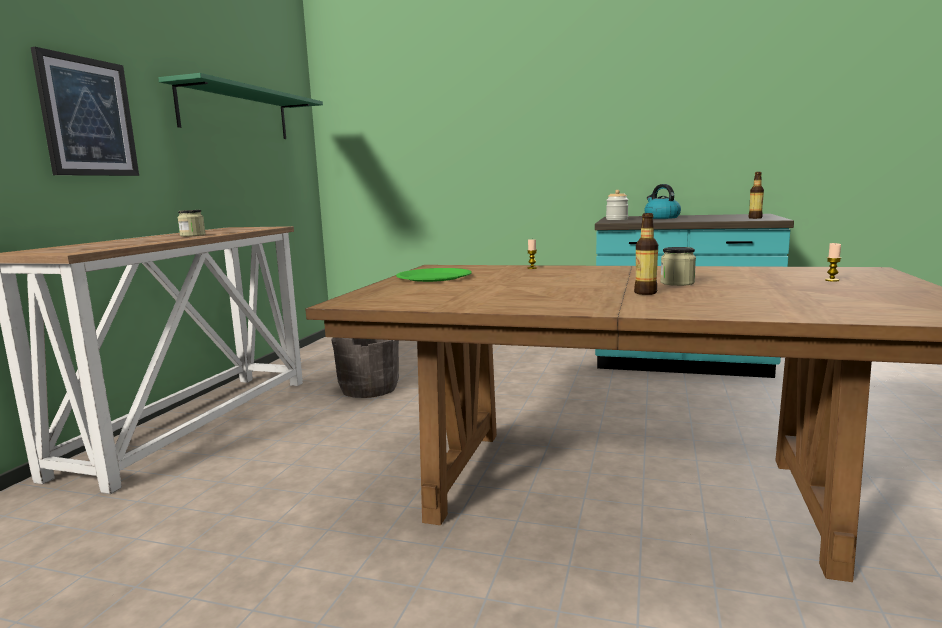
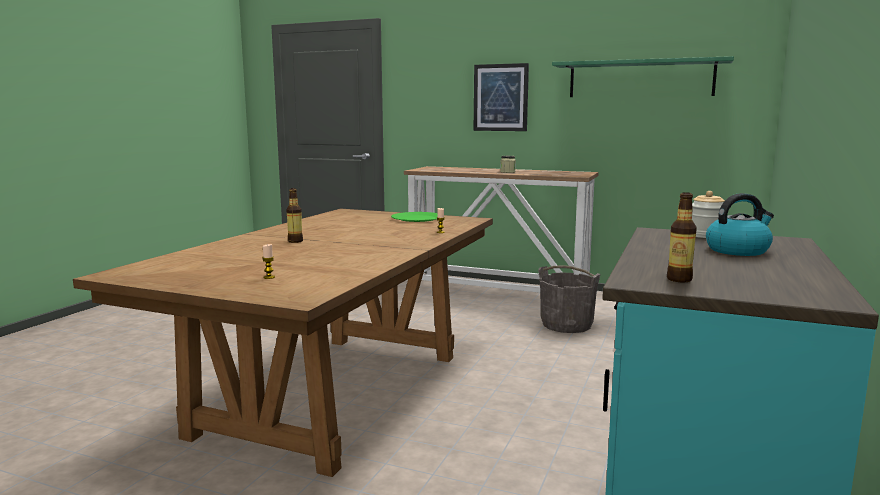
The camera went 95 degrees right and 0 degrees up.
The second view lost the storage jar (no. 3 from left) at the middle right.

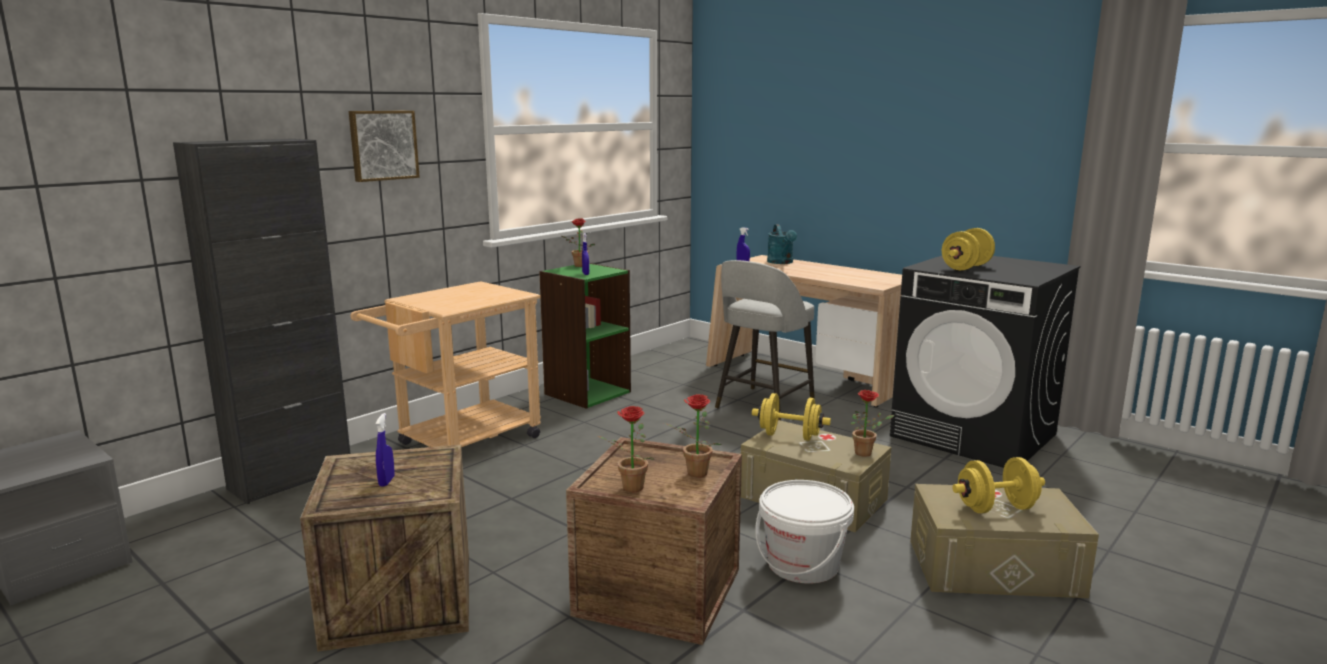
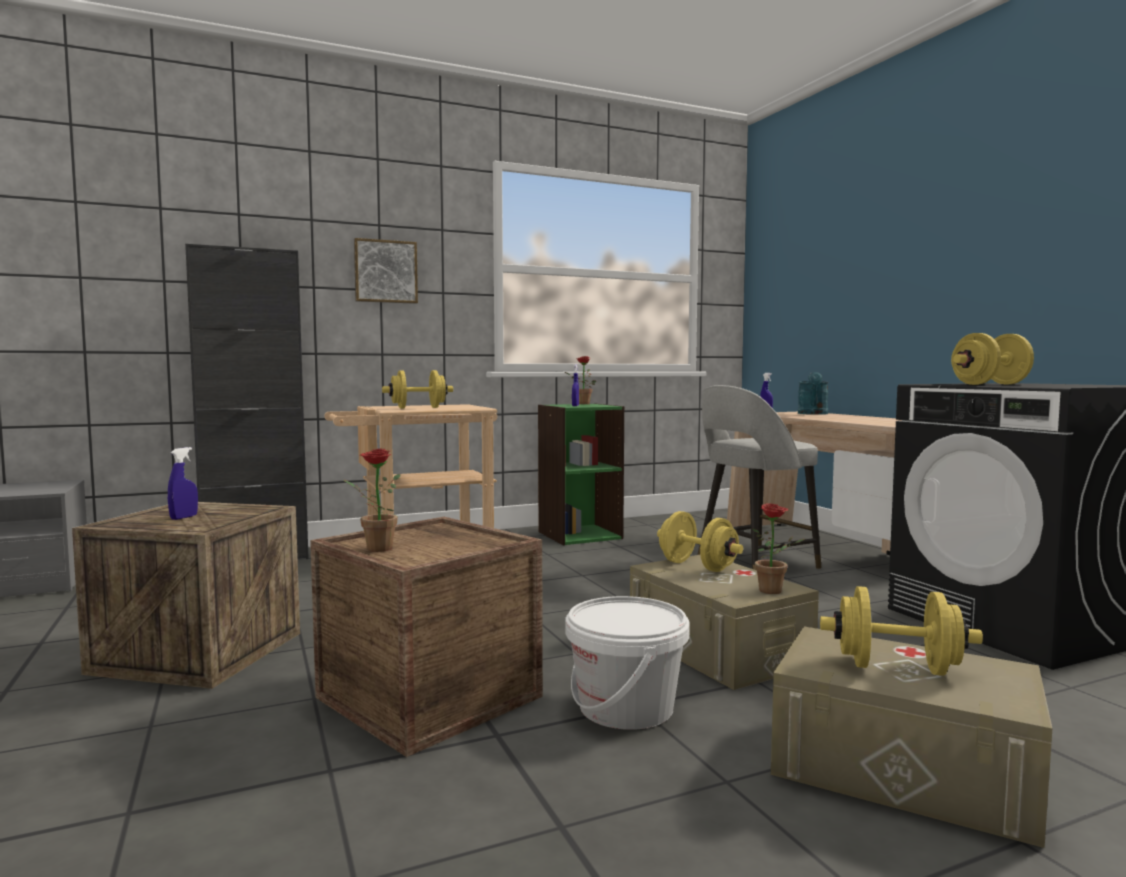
The camera went 25 degrees right and 10 degrees down.
The second view lost the houseplant (no. 3 from left) at the centre.
The second view gained the yellow dumbbell (no. 1 from left) at the centre.

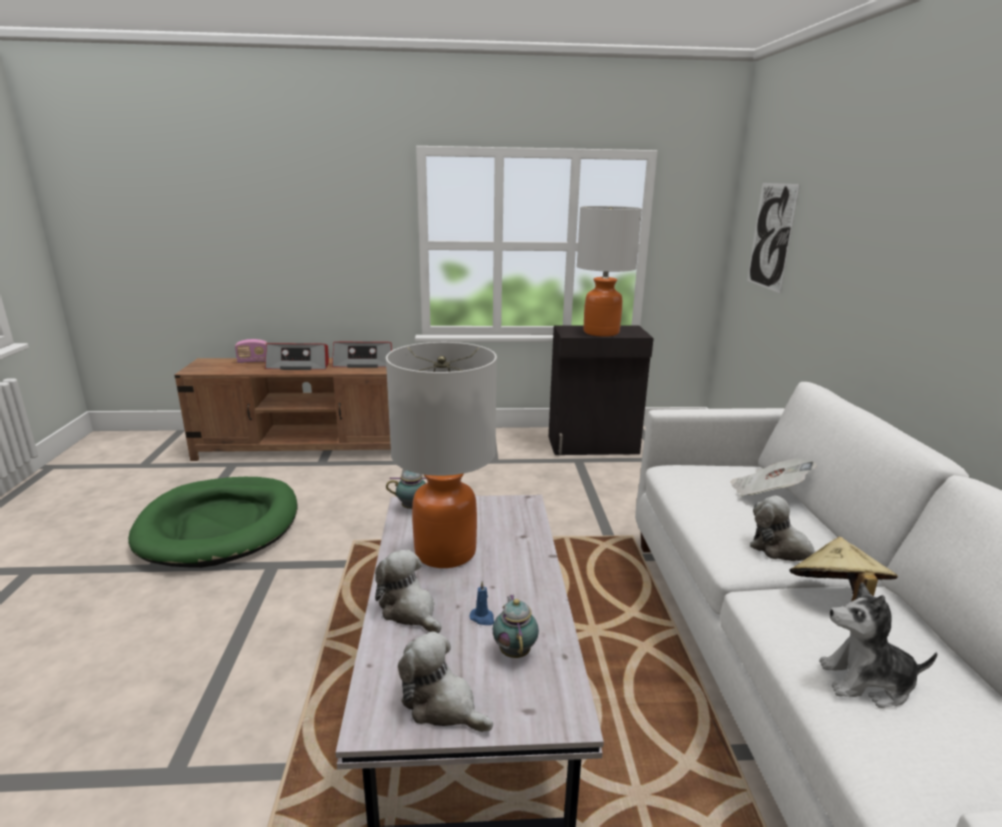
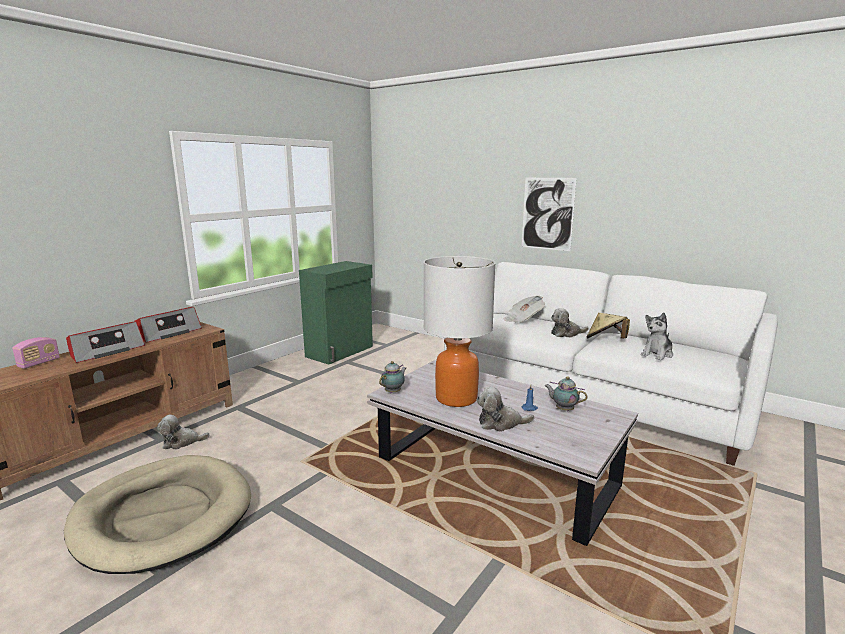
The camera went 50 degrees left and 5 degrees down.
The wall picture ended up elsewhere, having gone from the top right to the centre.
The second view lost the lamp for a table (no. 2 from left) at the top centre.
What was the blackish cupboard at the centre turned into the greenish cupboard at the centre.
What was the greenish dog cushion at the middle left turned into the beige dog cushion at the bottom left.
The plush toy (no. 2 from left in the first image) ended up elsewhere, having gone from the bottom centre to the bottom left.

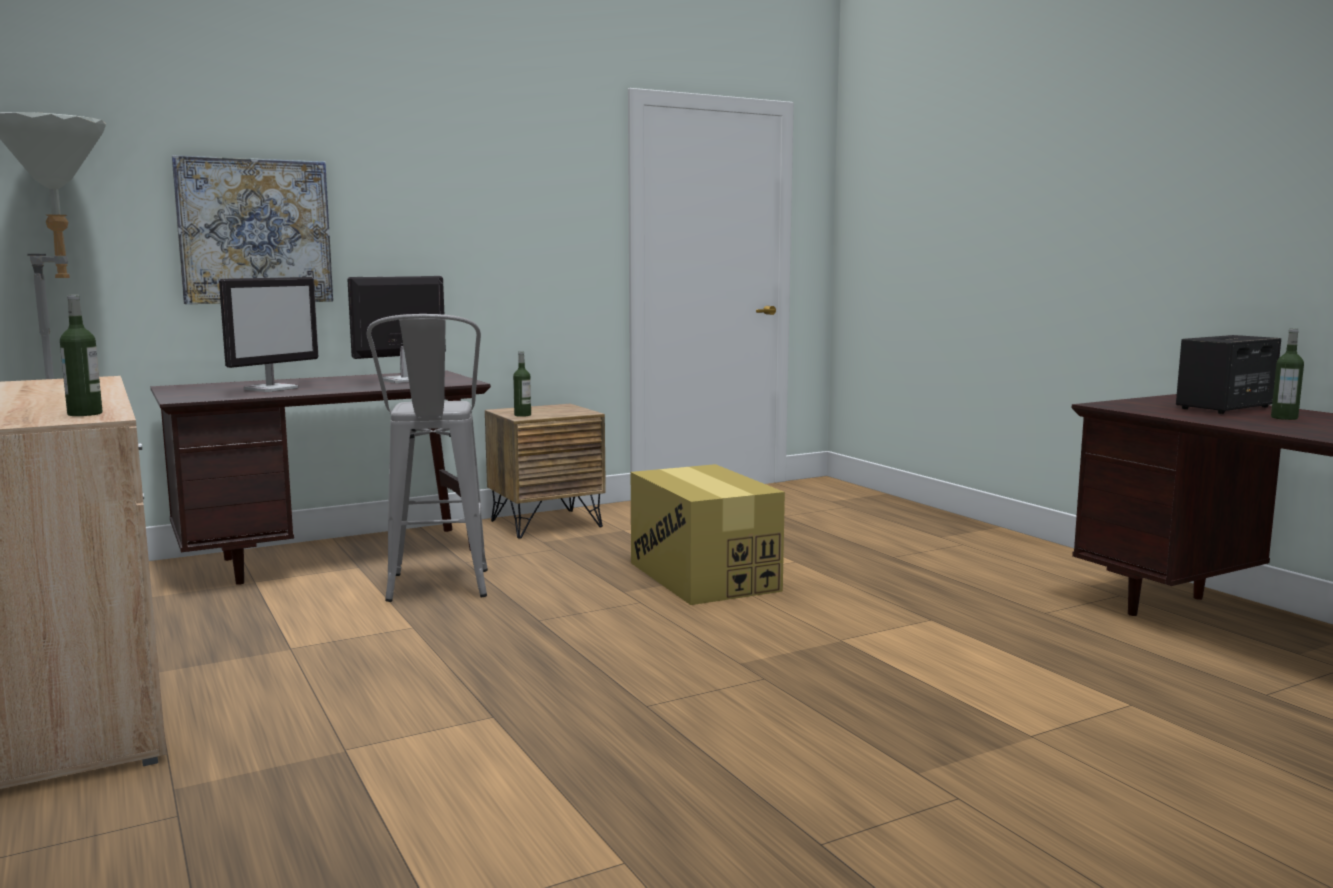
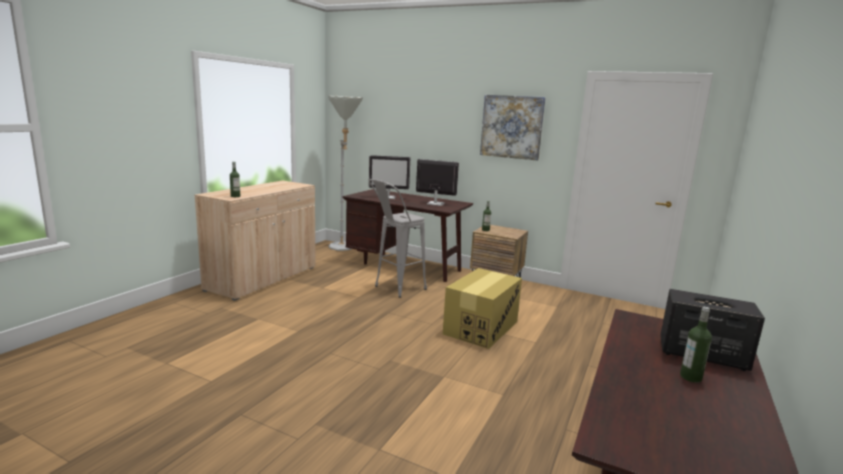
The camera went 55 degrees right and 5 degrees up.
The wall picture ended up elsewhere, having gone from the top left to the top centre.

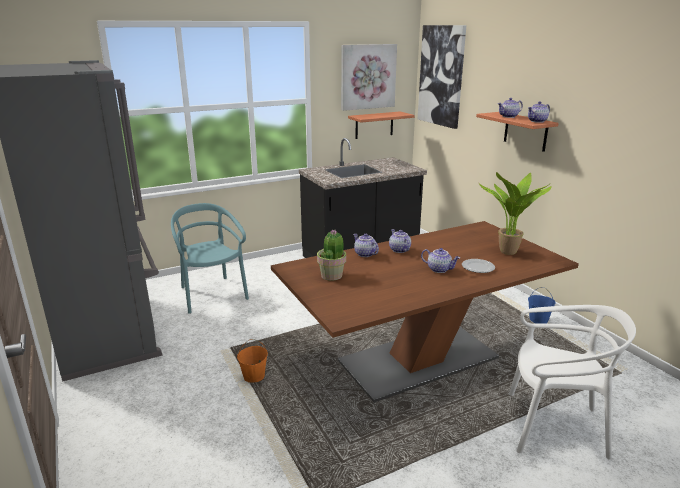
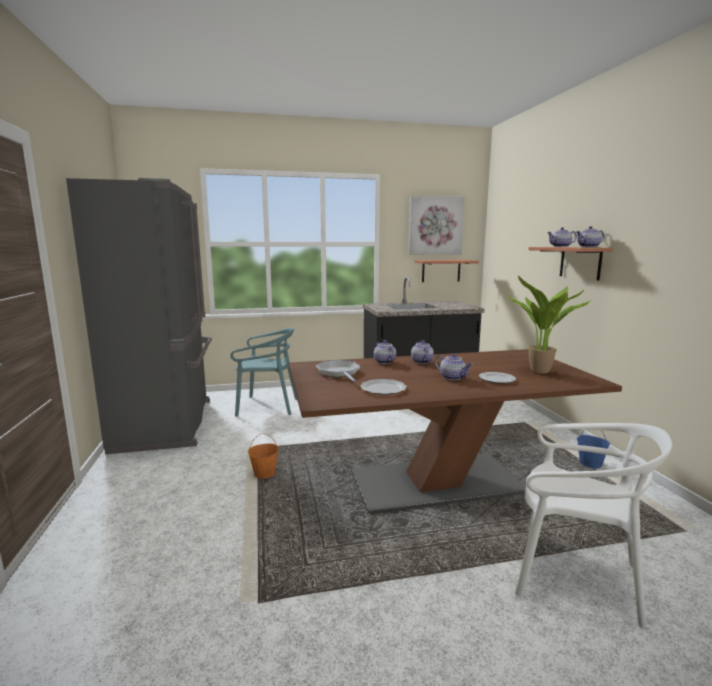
The camera went 15 degrees right and 10 degrees down.
The second view lost the wall picture (no. 2 from left) at the top centre.
The turquoise plain chair at the middle left ended up facing another way, 105 degrees clockwise from before.
Where the houseplant (no. 1 from left) stood at the centre, the frying pan came to stand at the centre.
The second view gained the plate (no. 1 from left) at the centre.

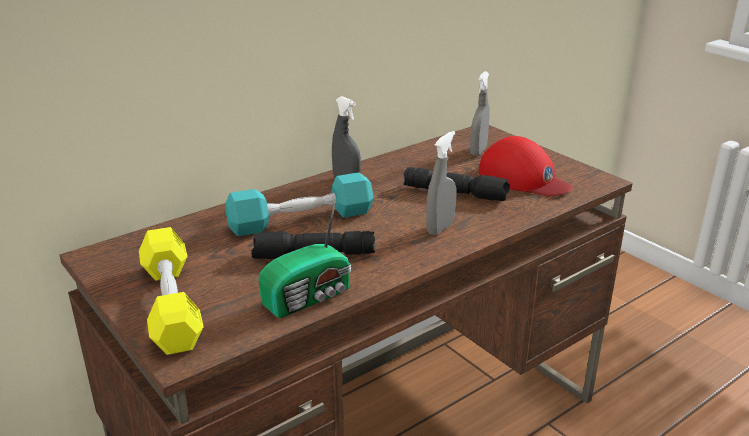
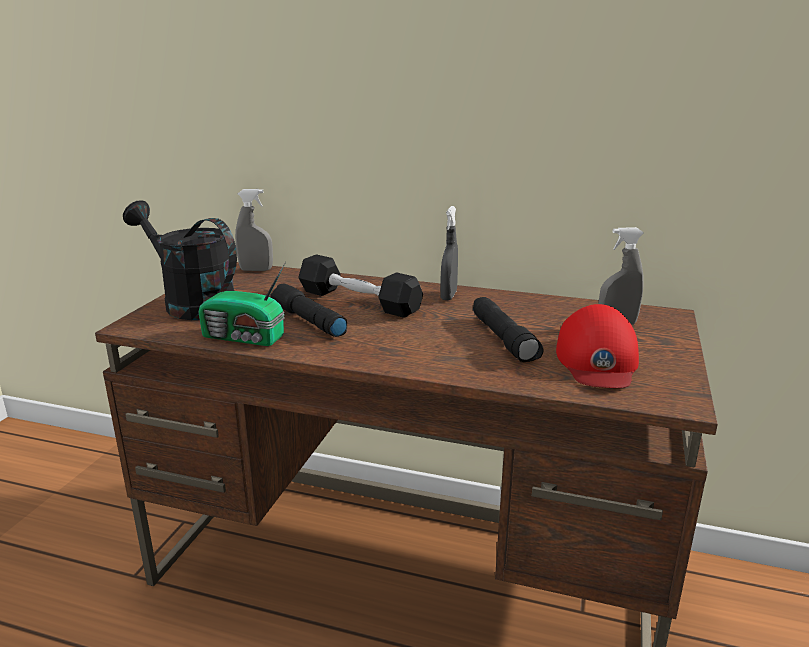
The camera went 55 degrees right and 5 degrees down.
The grey hand sprayer (no. 2 from left in the first image) ended up elsewhere, having gone from the centre to the middle left.
What was the turquoise dumbbell at the centre turned into the blackish dumbbell at the centre.
Where the yellow dumbbell stood at the bottom left, the blackish sprinkling can came to stand at the middle left.

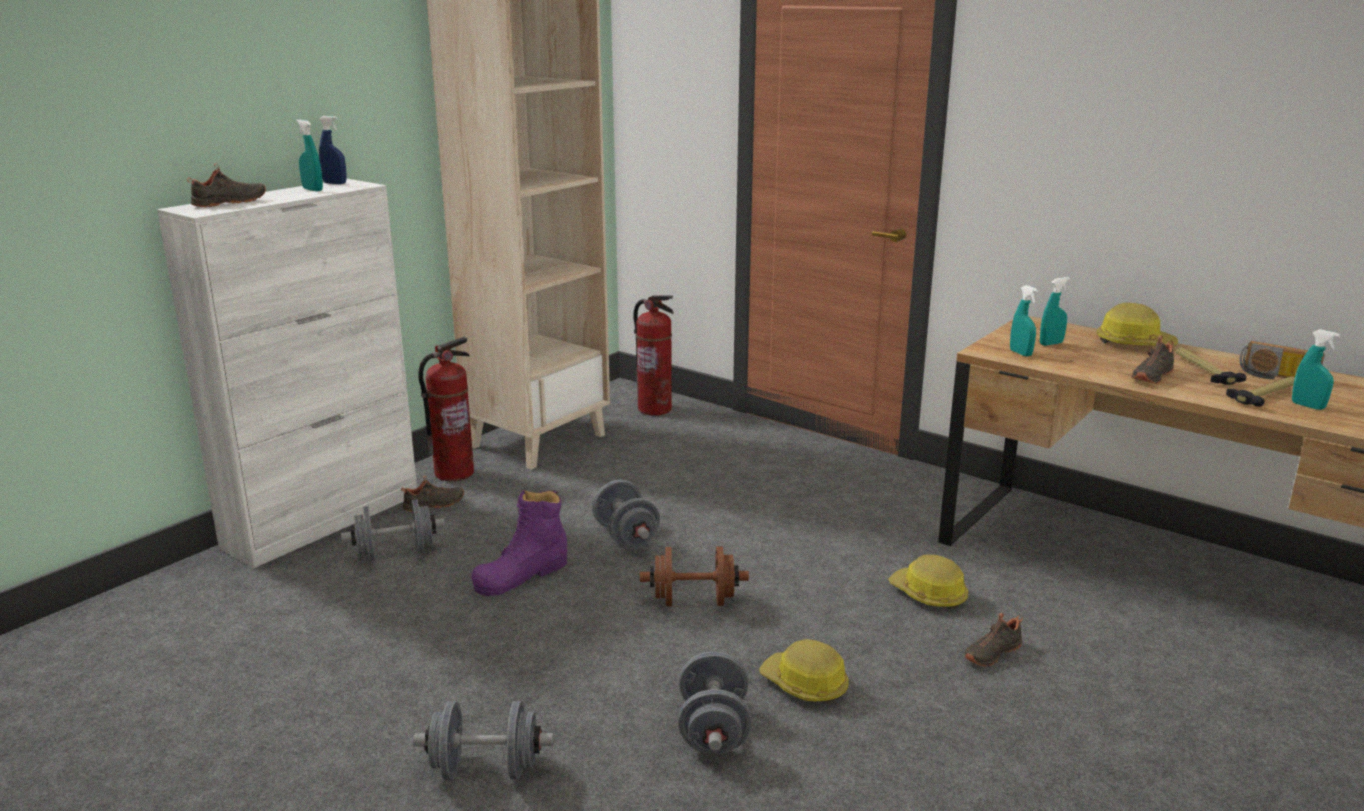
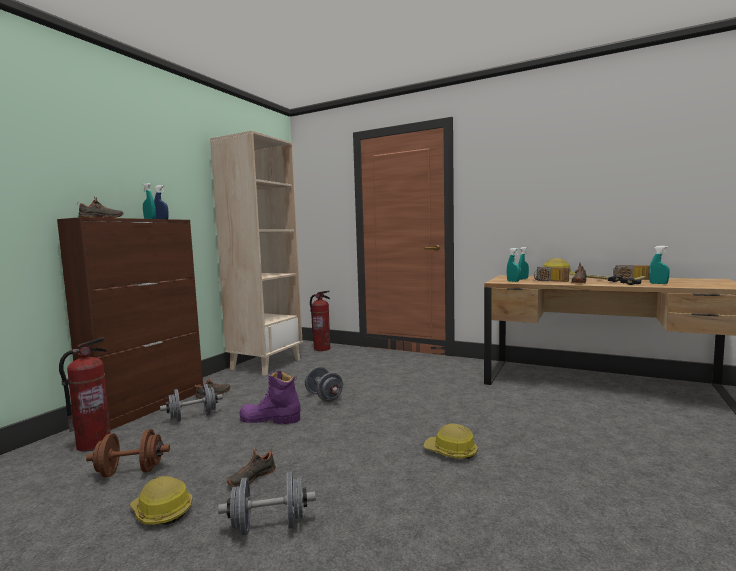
The camera went 10 degrees left and 15 degrees down.
What was the white-coloured cupboard at the middle left turned into the brown-coloured cupboard at the middle left.
The fire extinguisher (no. 1 from left) ended up elsewhere, having gone from the middle left to the bottom left.
The purple-coloured boot at the bottom centre ended up facing another way, 60 degrees clockwise from before.
The brown-coloured dumbbell ended up elsewhere, having gone from the bottom centre to the bottom left.
The safety helmet (no. 2 from left in the first image) ended up elsewhere, having gone from the bottom right to the bottom left.
The blackish low shoe (no. 3 from left) ended up elsewhere, having gone from the bottom right to the bottom centre.
The second view lost the grey dumbbell (no. 4 from left) at the bottom centre.
The second view gained the radio set (no. 1 from left) at the middle right.

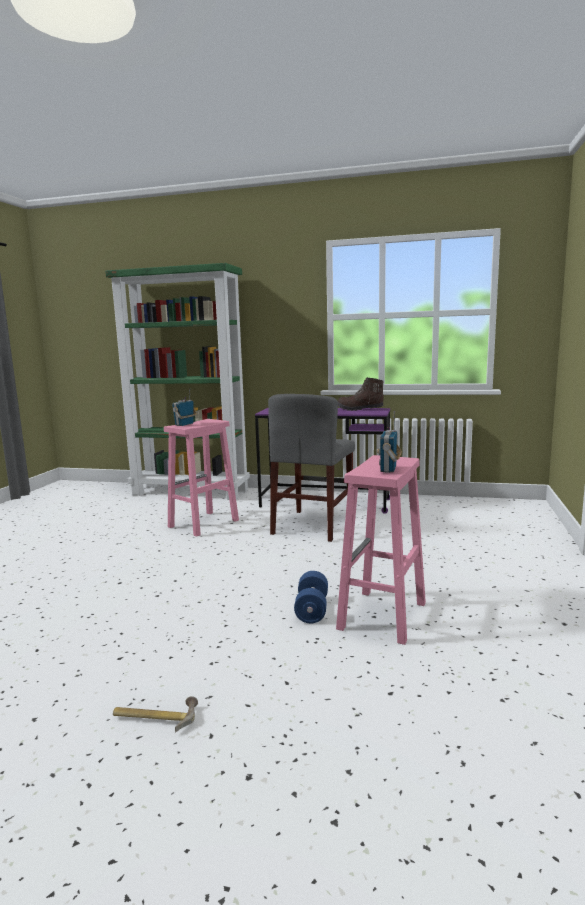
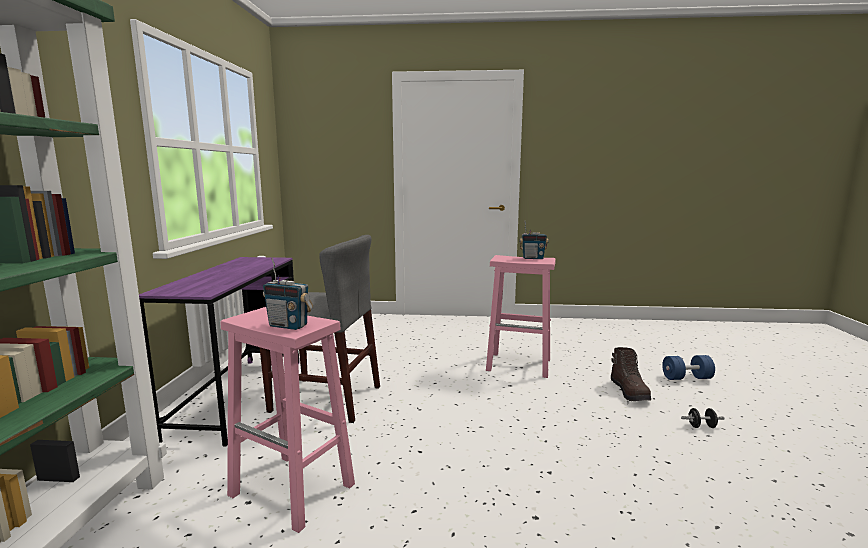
The camera went 100 degrees left and 0 degrees up.
The brown-coloured boot ended up elsewhere, having gone from the centre to the bottom right.
The blue dumbbell ended up elsewhere, having gone from the centre to the bottom right.
Where the hammer stood at the bottom left, the blackish dumbbell came to stand at the bottom right.

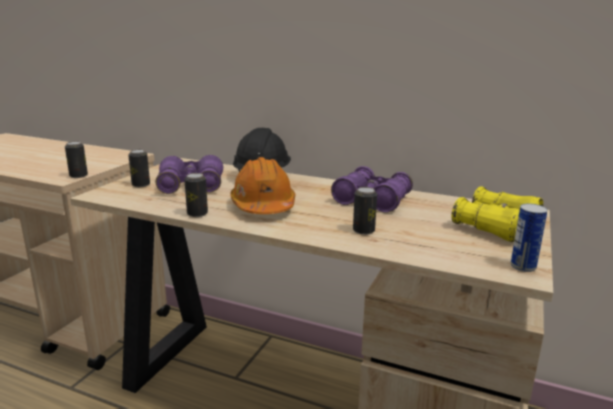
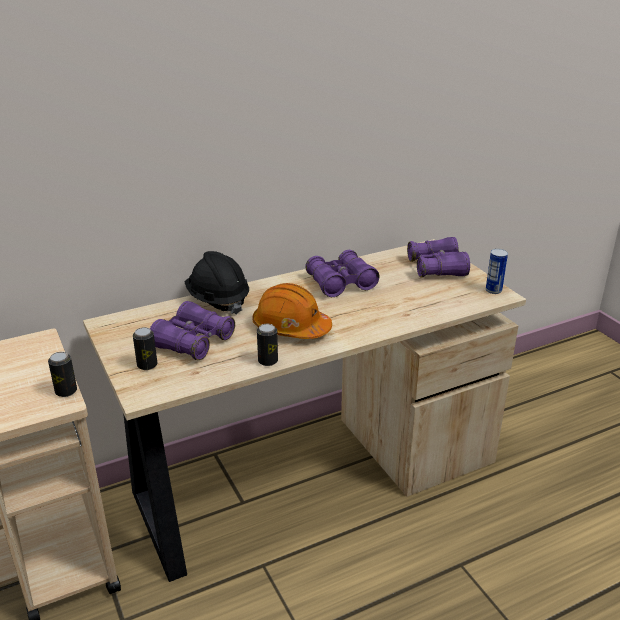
The camera went 50 degrees left and 10 degrees up.
What was the yellow field glasses at the middle right turned into the purple-coloured field glasses (no. 3 from left) at the middle right.
The second view lost the metal can (no. 4 from left) at the centre.

